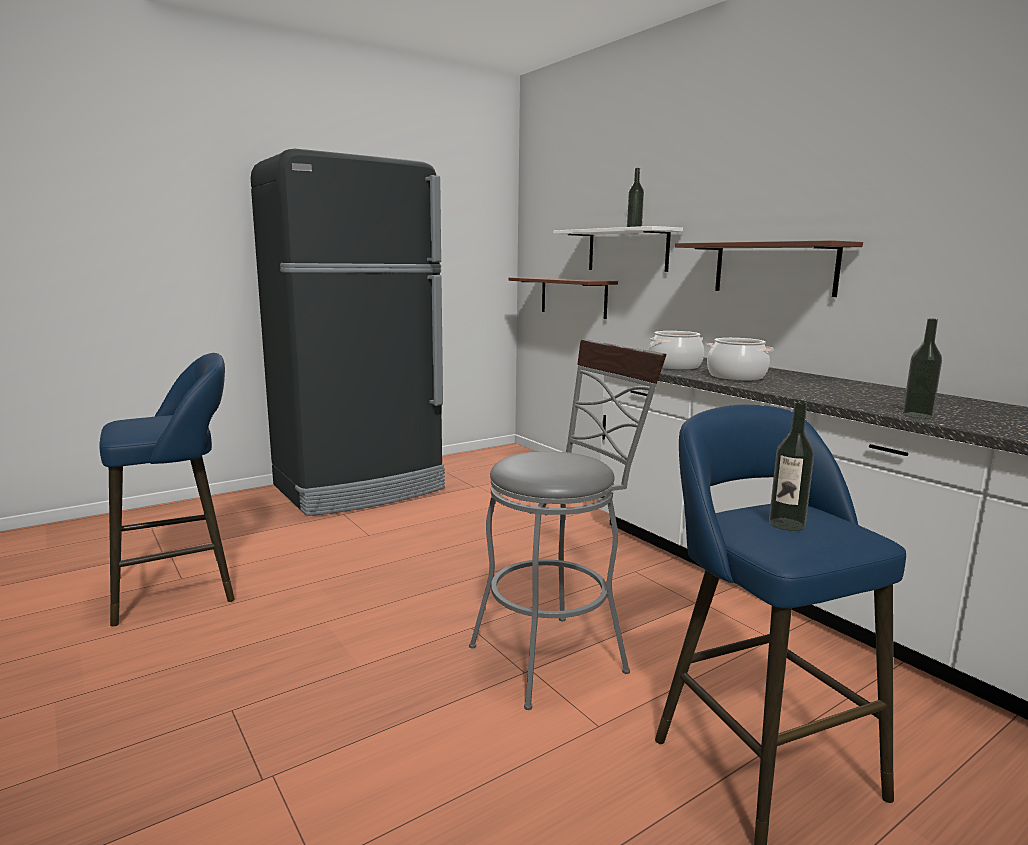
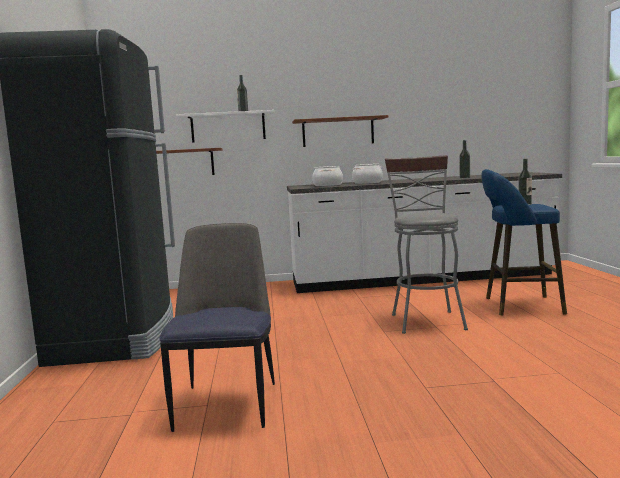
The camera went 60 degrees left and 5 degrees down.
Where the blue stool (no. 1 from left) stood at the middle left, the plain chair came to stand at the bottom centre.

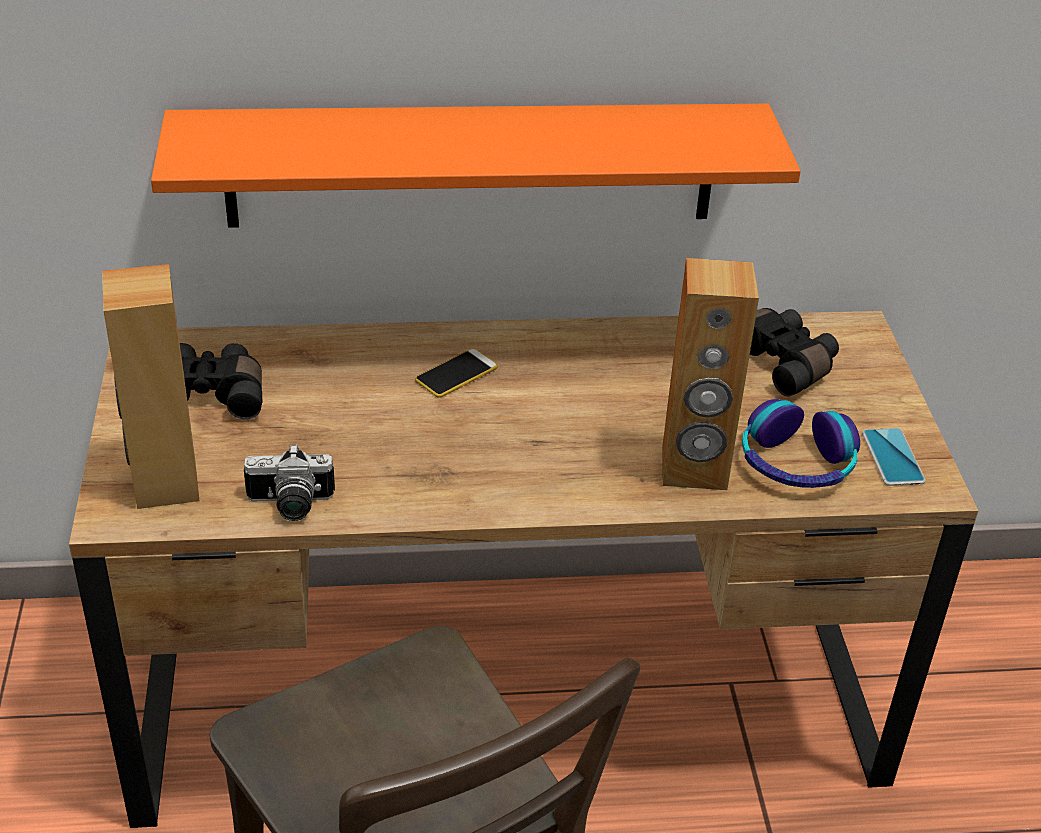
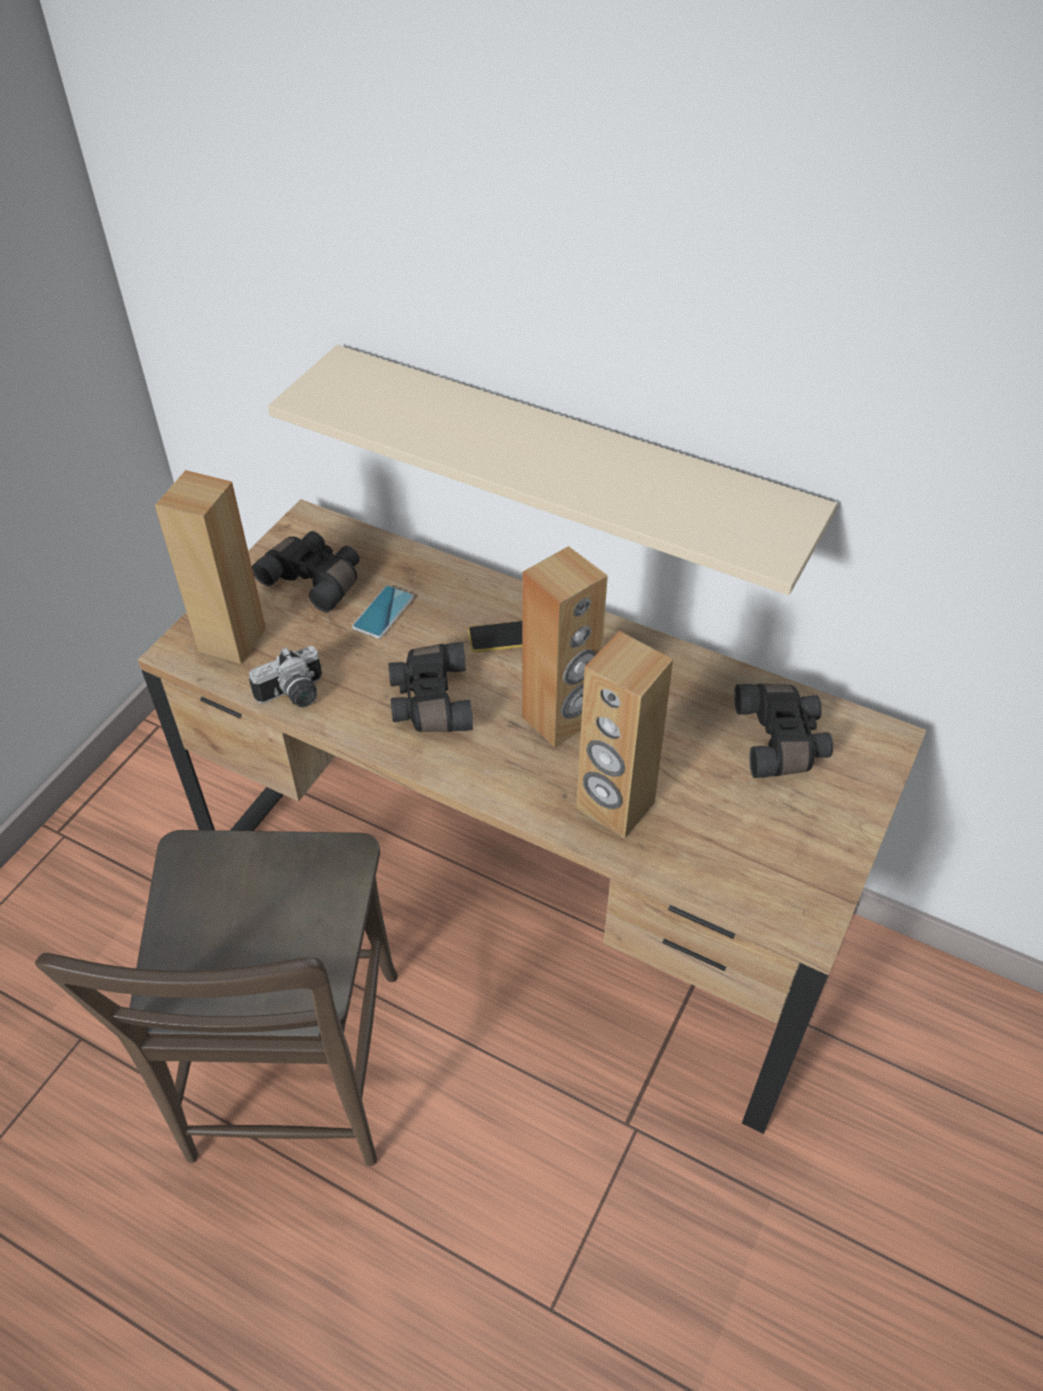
The camera went 35 degrees right and 10 degrees up.
What was the orange-coloured shelf at the top centre turned into the beige shelf at the centre.
The second view lost the pair of headphones at the middle right.
The telephone (no. 2 from left in the first image) ended up elsewhere, having gone from the middle right to the centre.
The still camera at the middle left ended up facing another way, 60 degrees counterclockwise from before.
The second view gained the brown-coloured audio speaker (no. 2 from left) at the centre.
The second view gained the blackish field glasses (no. 2 from left) at the centre.

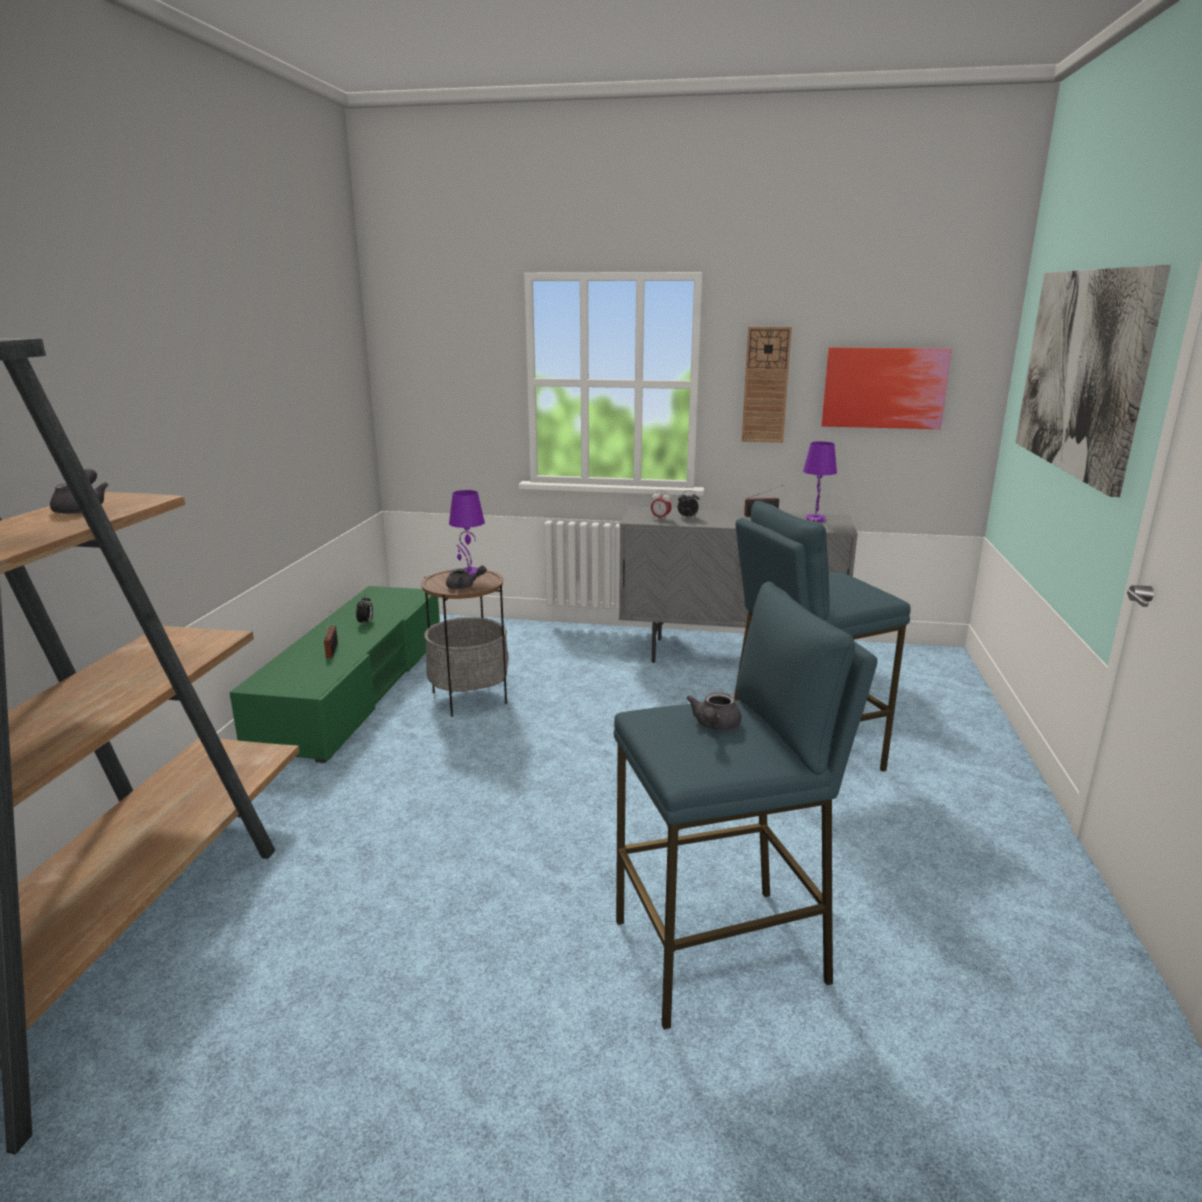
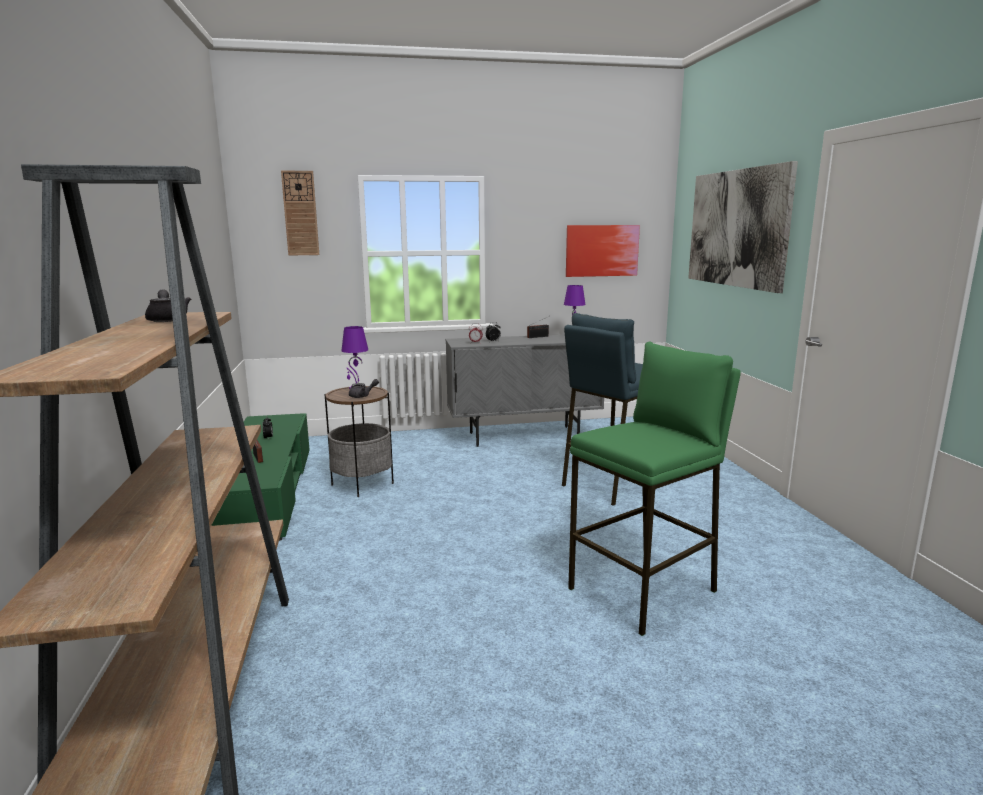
The camera went 20 degrees left and 5 degrees down.
The wall clock ended up elsewhere, having gone from the top centre to the top left.
What was the blue stool (no. 1 from left) at the bottom centre turned into the greenish stool at the centre.
The second view lost the grey pot for tea (no. 3 from left) at the centre.

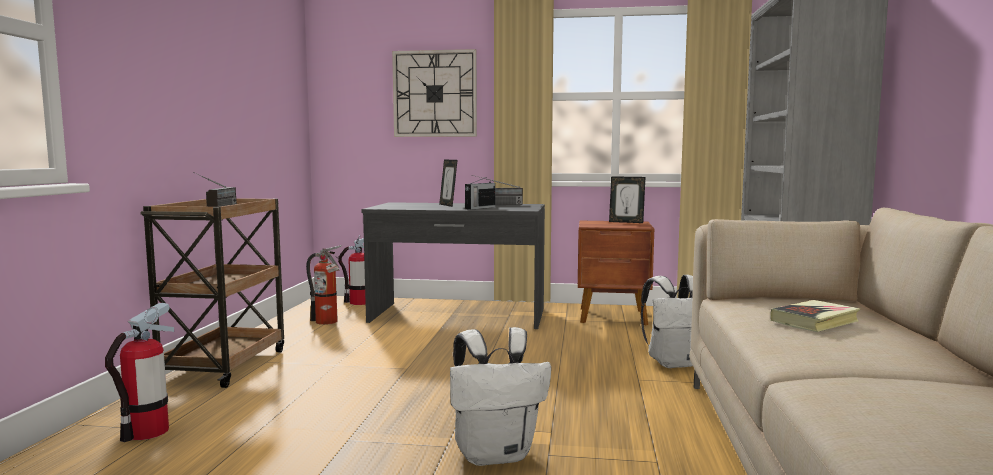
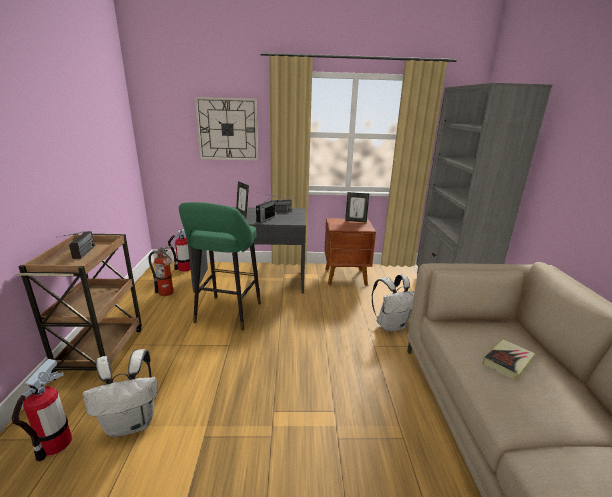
The camera went 10 degrees left and 15 degrees up.
The white-coloured backpack (no. 1 from left) ended up elsewhere, having gone from the bottom centre to the bottom left.
The second view gained the greenish stool at the centre.

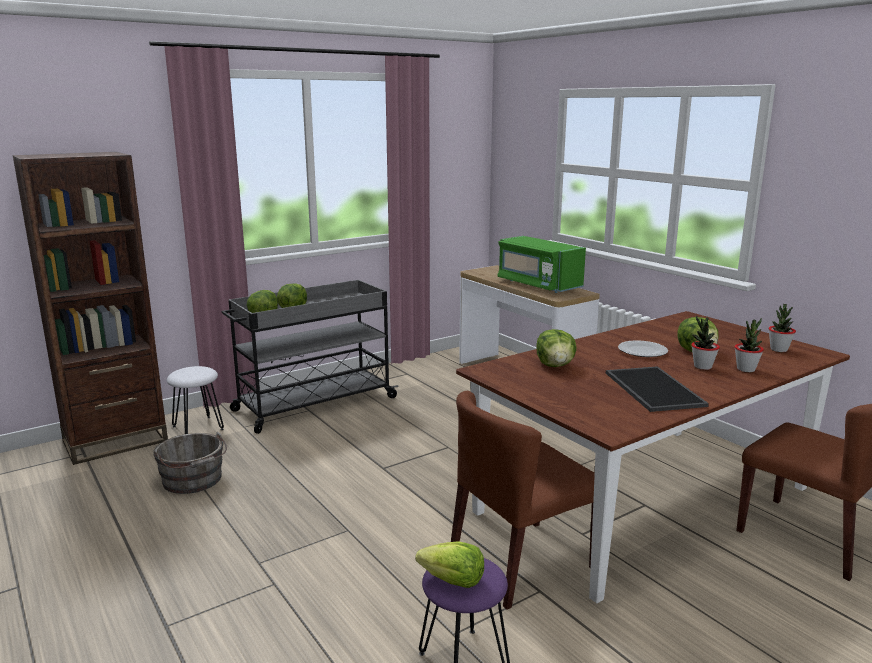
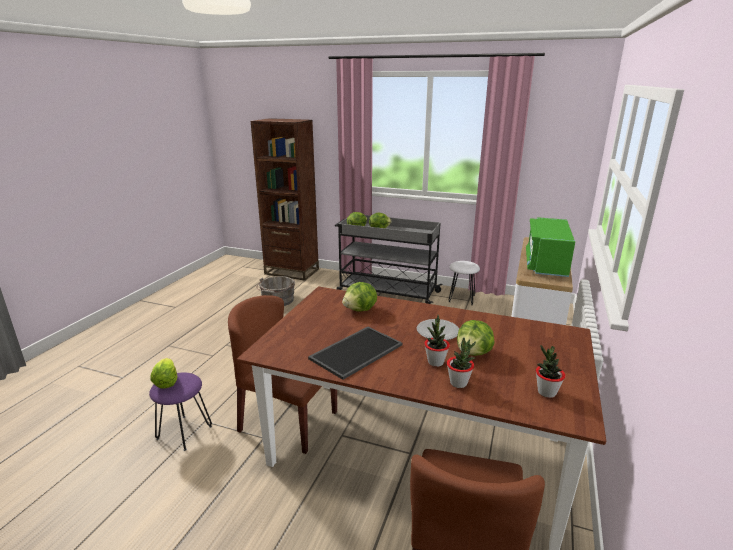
The camera went 55 degrees right and 5 degrees up.
The white-coloured stool ended up elsewhere, having gone from the middle left to the centre.

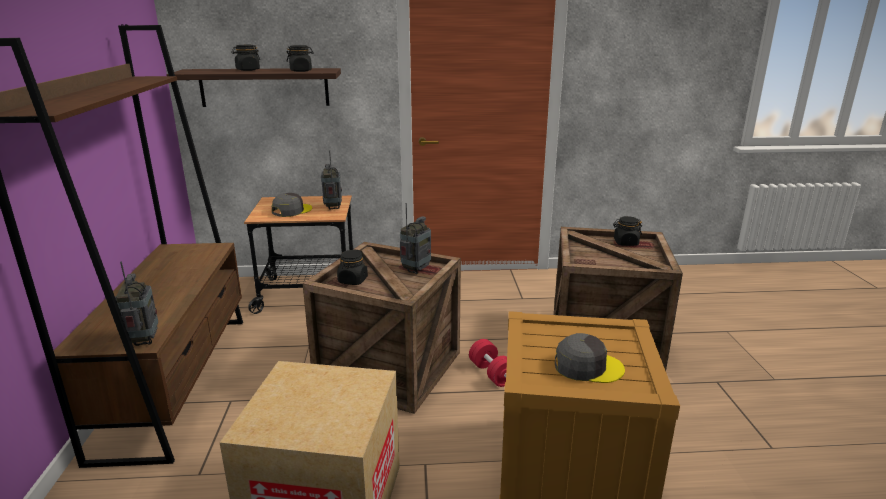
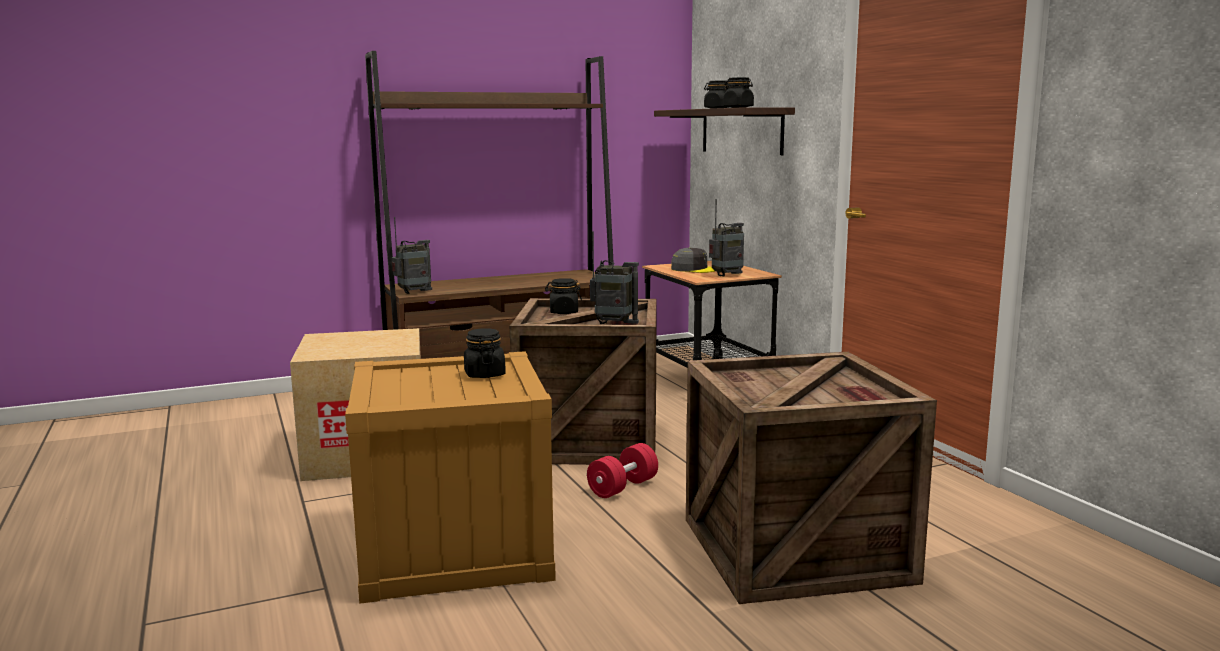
The camera went 70 degrees right and 10 degrees down.
The blackish storage jar (no. 4 from left in the first image) ended up elsewhere, having gone from the middle right to the centre.
The second view lost the grey peaked cap (no. 2 from left) at the bottom centre.

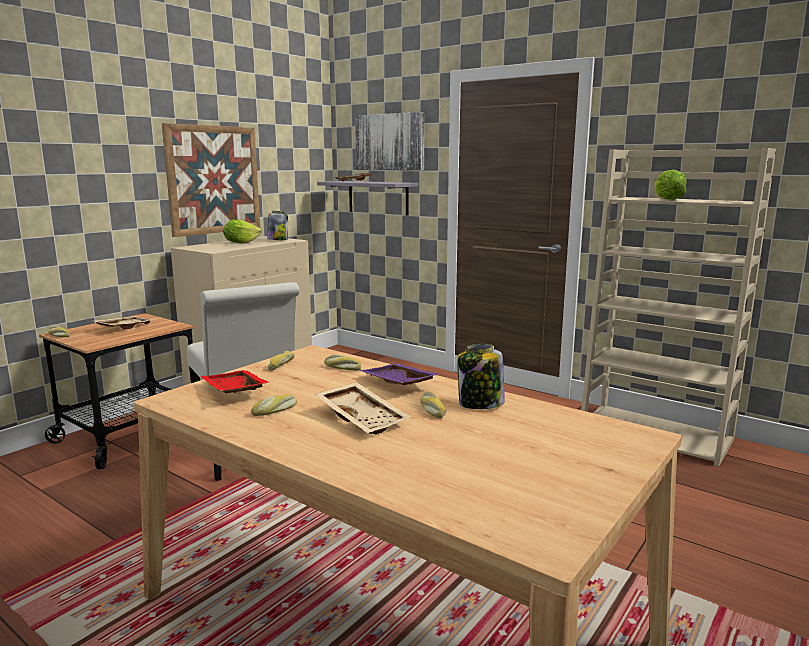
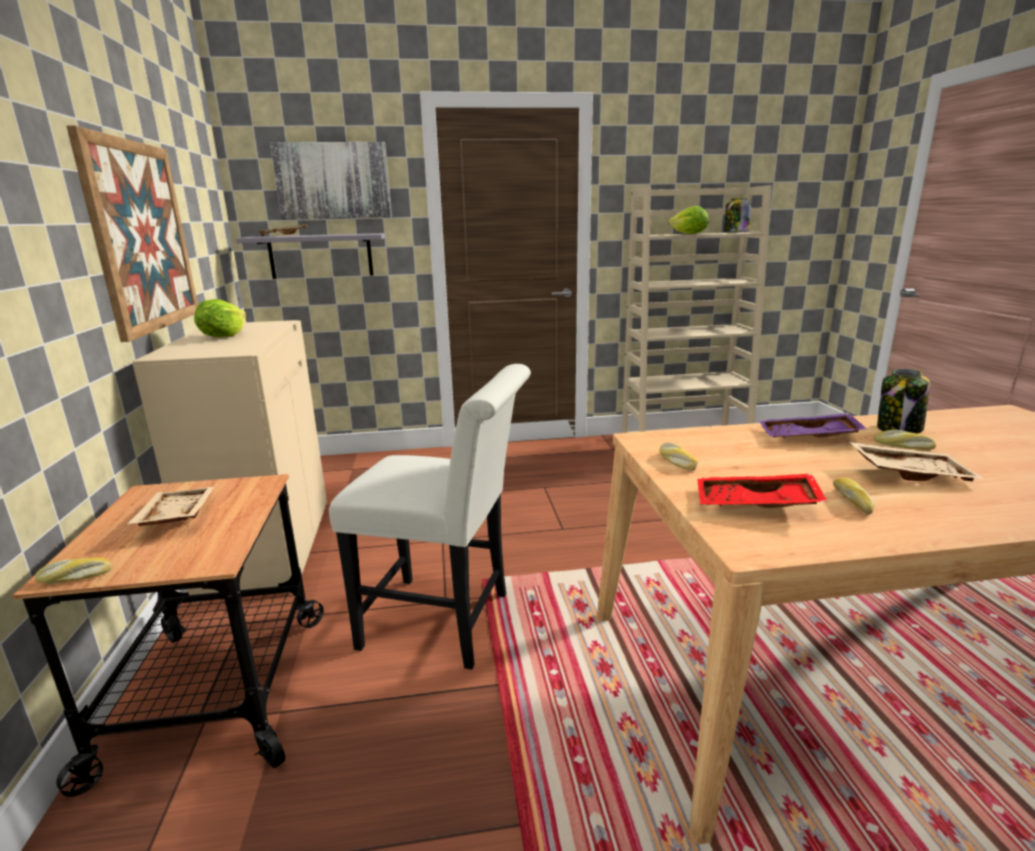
The camera went 45 degrees left and 5 degrees up.
The storage jar (no. 1 from left) ended up elsewhere, having gone from the centre to the top right.
The second view lost the baked bread (no. 4 from left) at the centre.

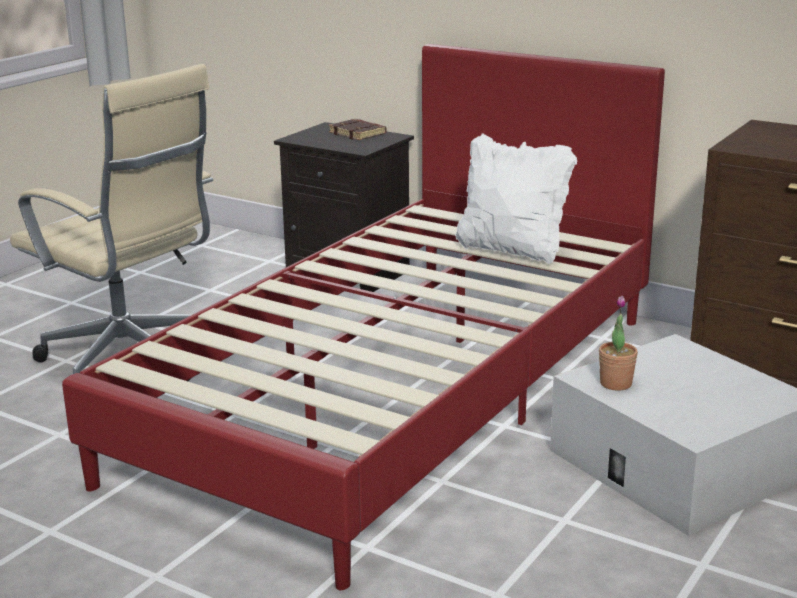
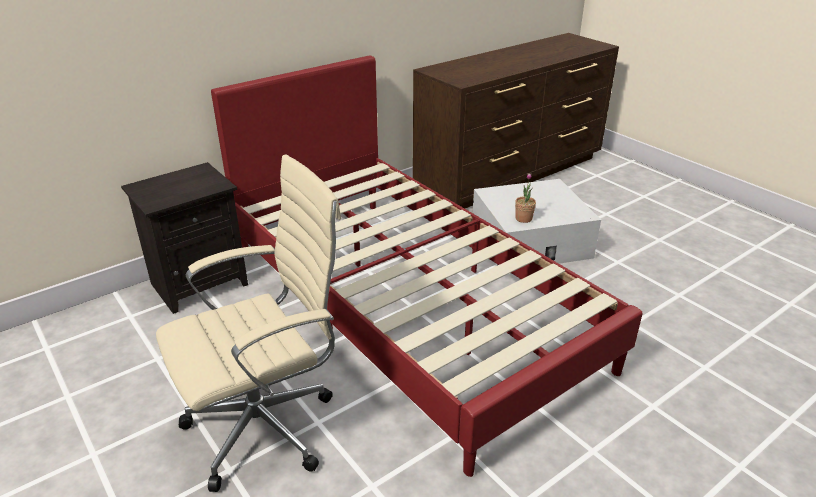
The camera went 70 degrees left and 10 degrees up.
The second view lost the brown-coloured book at the top centre.
The second view lost the white-coloured pillow at the top centre.

